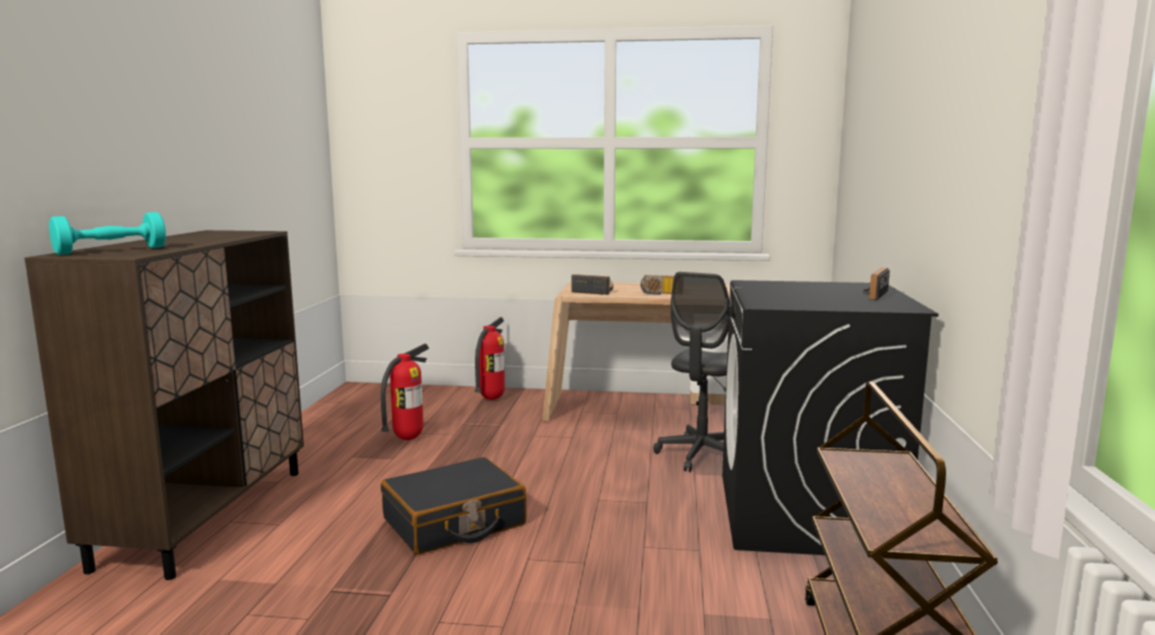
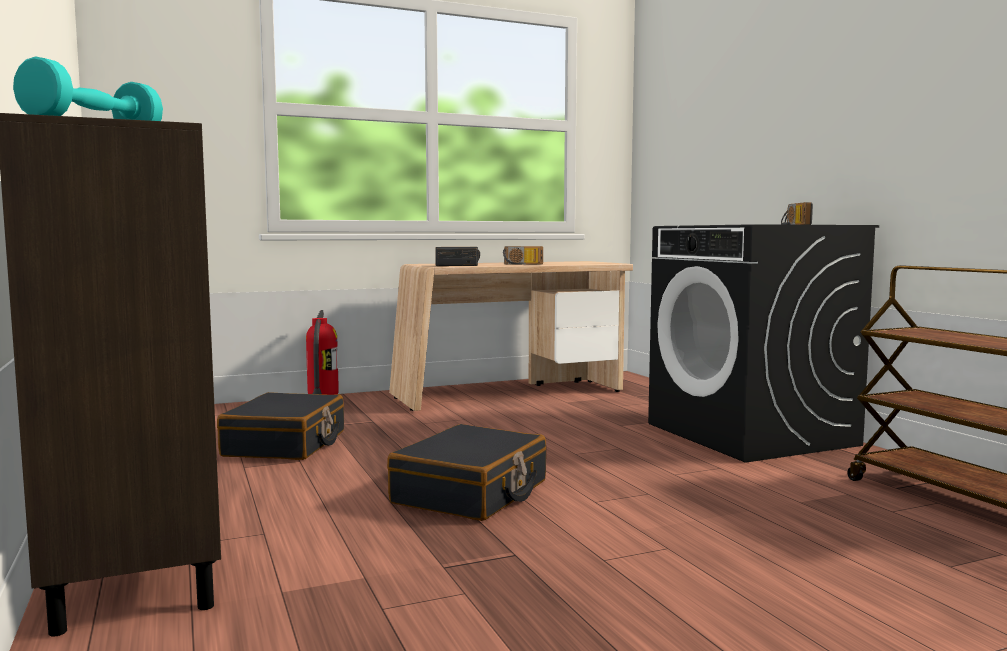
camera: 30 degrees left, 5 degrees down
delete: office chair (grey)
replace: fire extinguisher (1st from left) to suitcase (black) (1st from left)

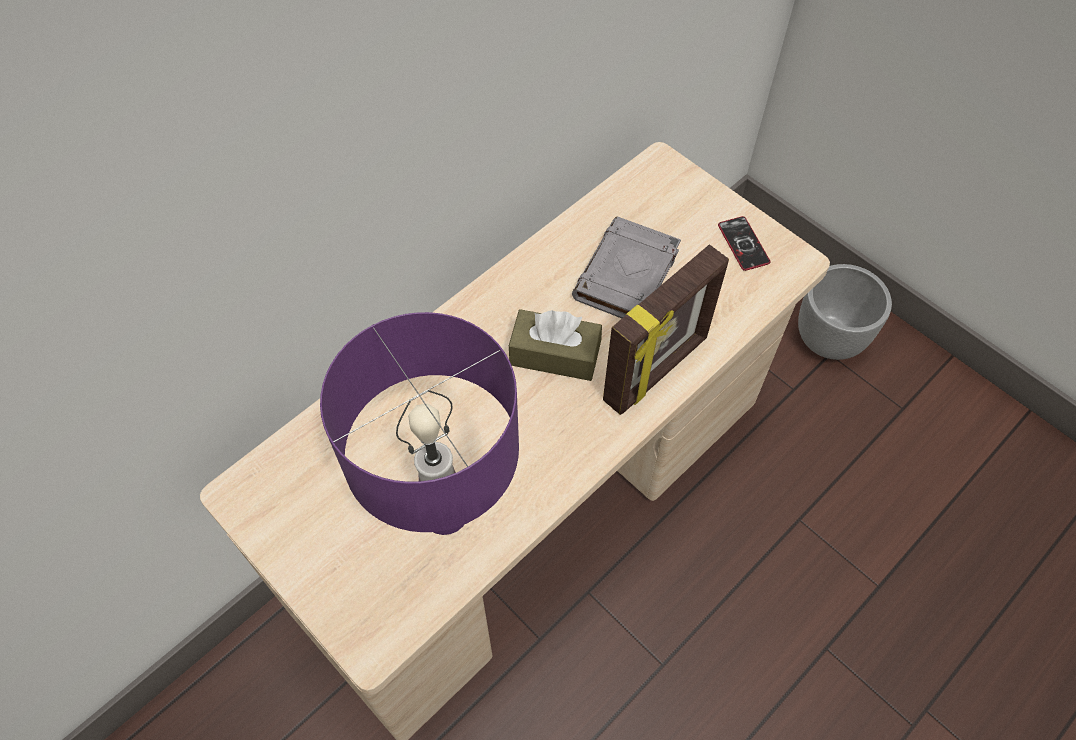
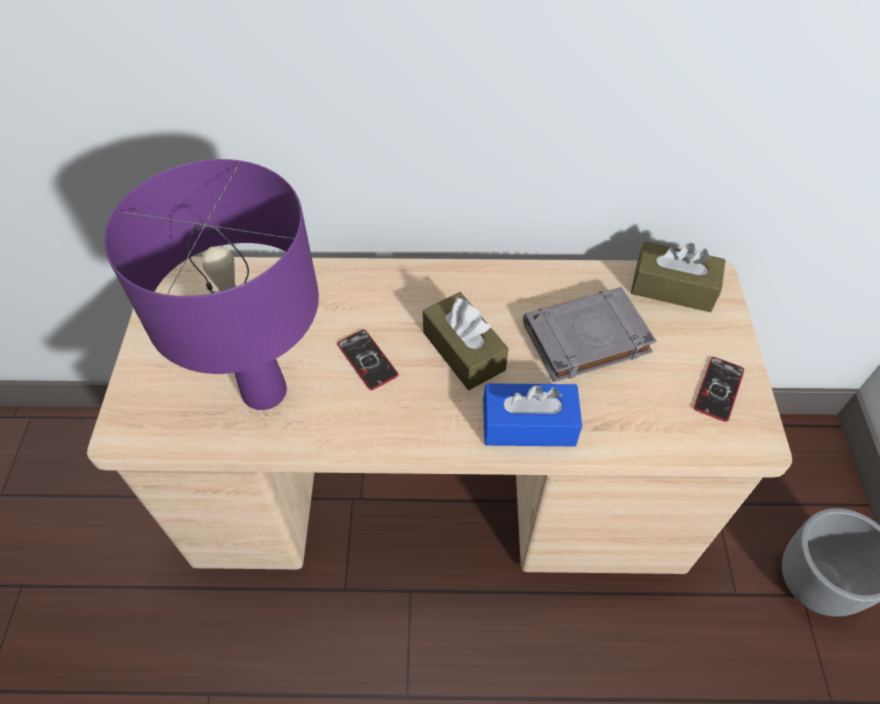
camera: 45 degrees right, 5 degrees down
insert: phone (1st from left); tissue box (brown) (2nd from left)
replace: picture frame to tissue box (blue)

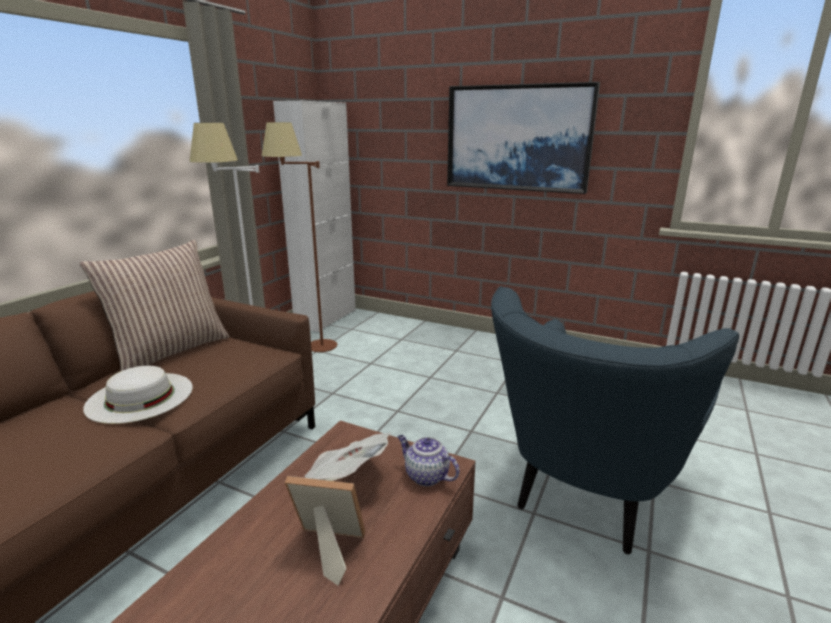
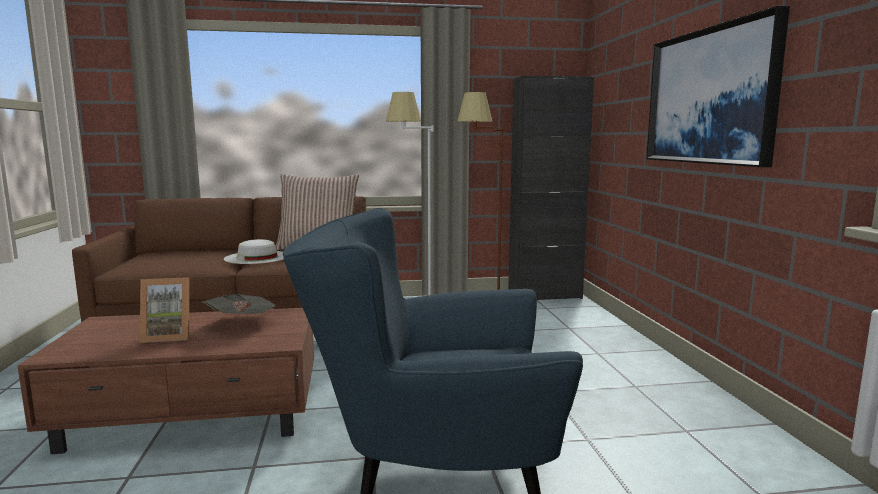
camera: 55 degrees right, 10 degrees down
delete: teapot
recolor: cabinet (white) to cabinet (black)
rotate: picture frame 105 degrees clockwise

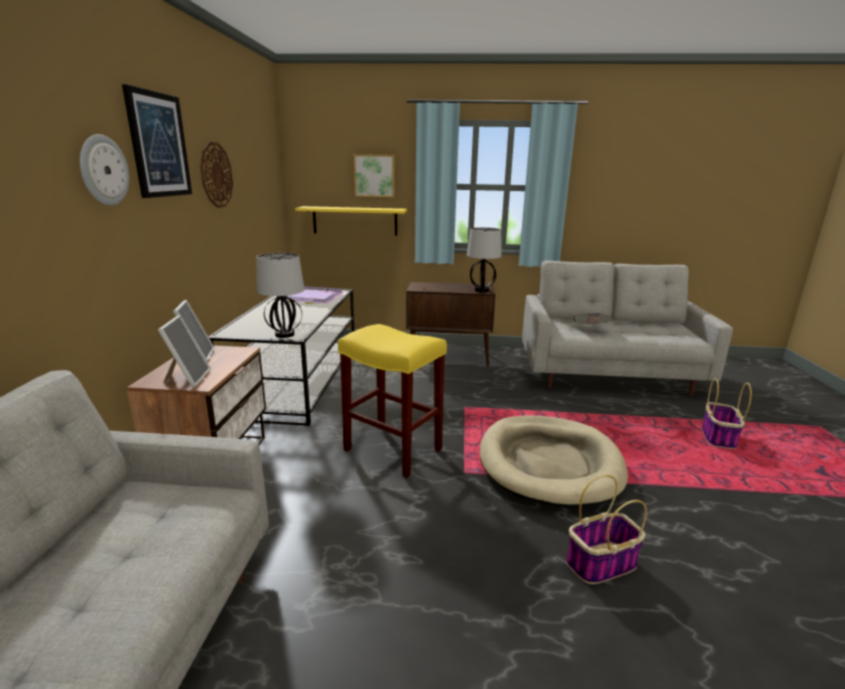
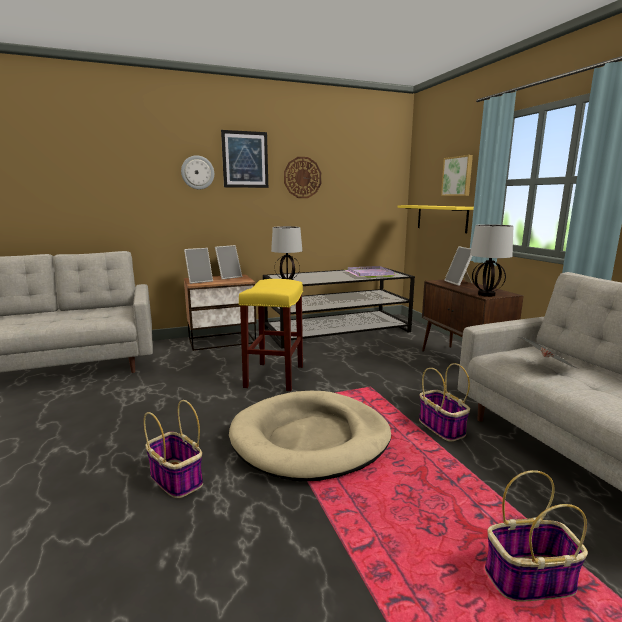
camera: 65 degrees right, 5 degrees down
insert: basket (2nd from left); picture frame (3rd from left)

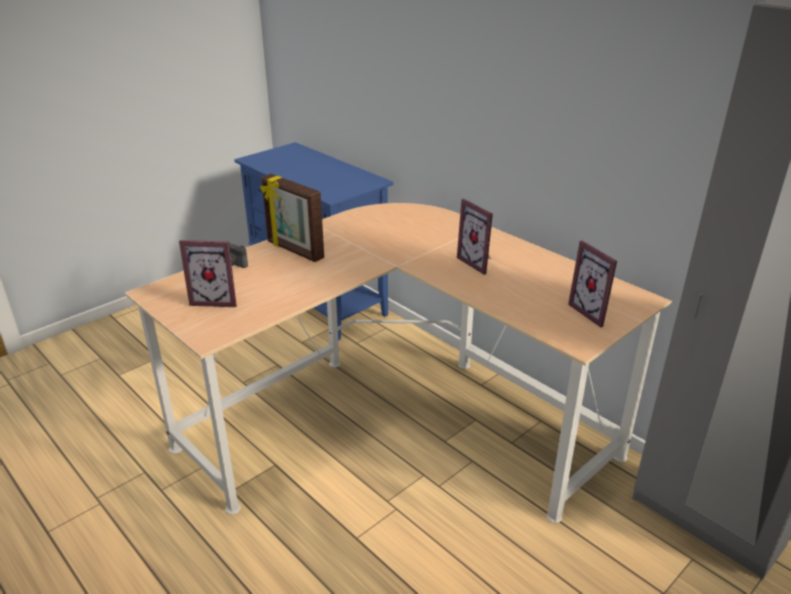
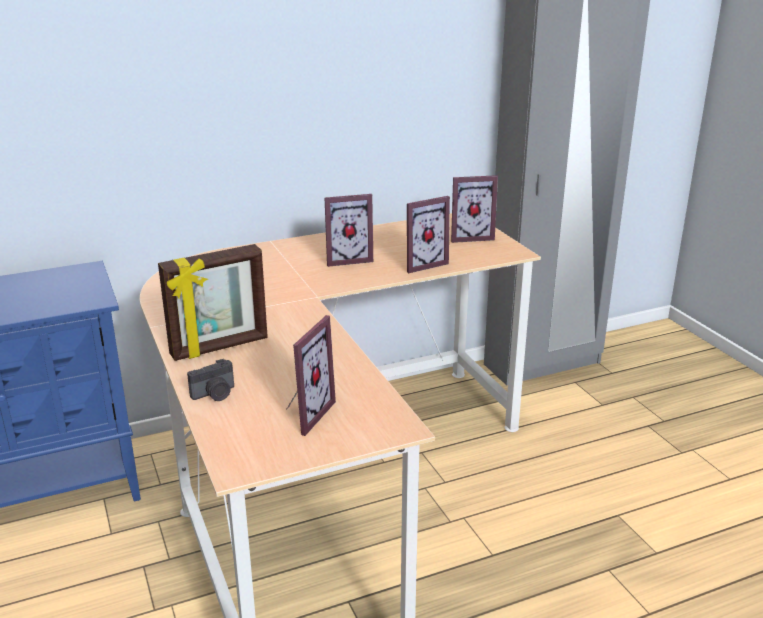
camera: 70 degrees left, 5 degrees down
insert: picture frame (4th from left)

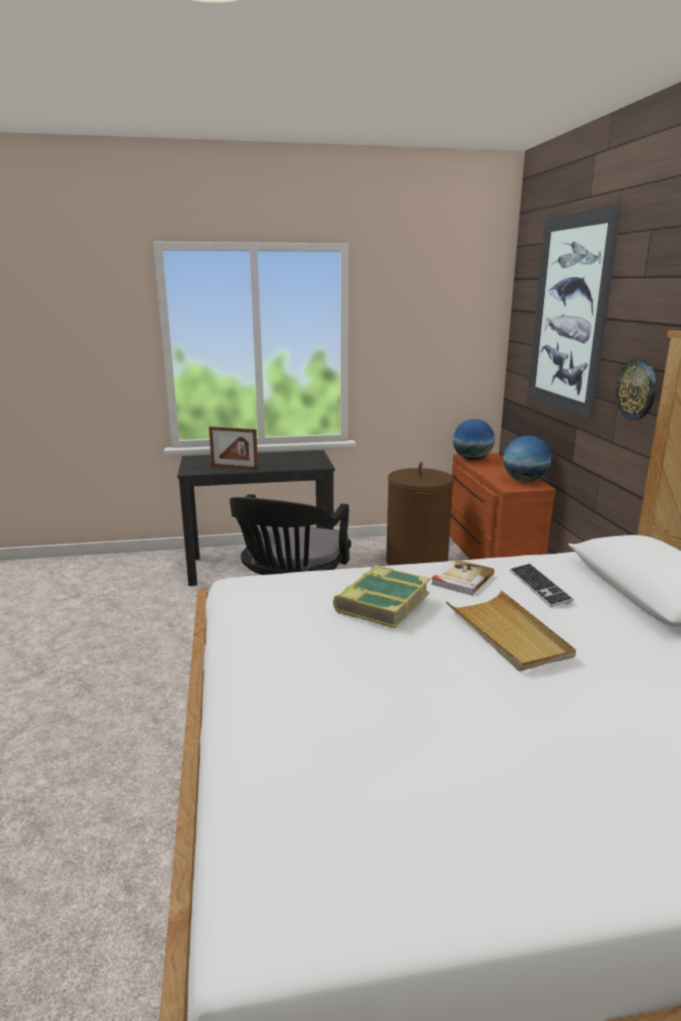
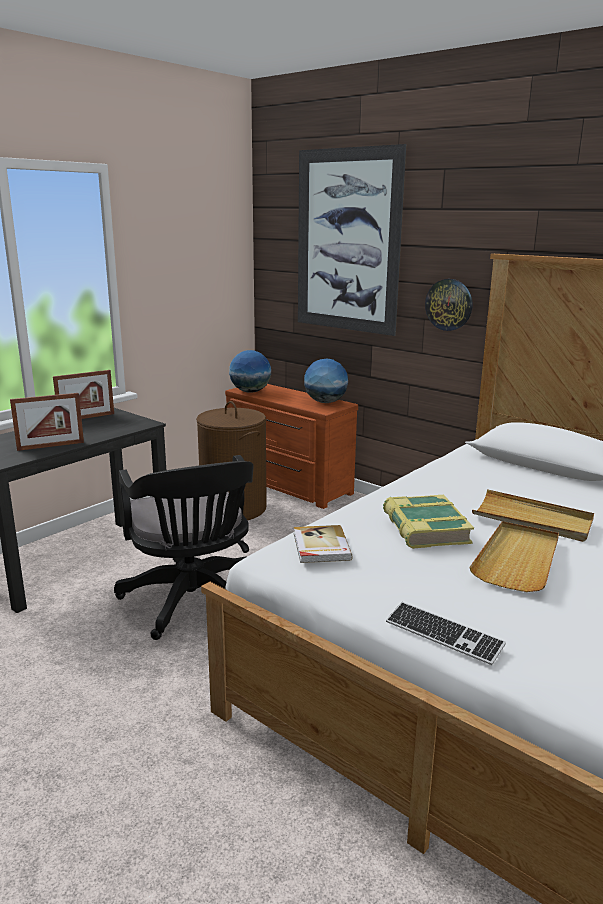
camera: 40 degrees left, 0 degrees up
insert: picture frame (2nd from left); tray (beige) (1st from left)
move: book (2nd from left in the first image) to book (1st from left); keyboard

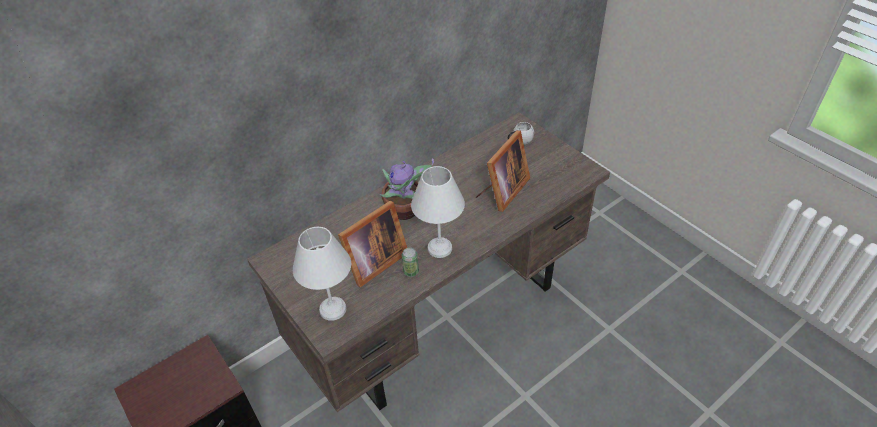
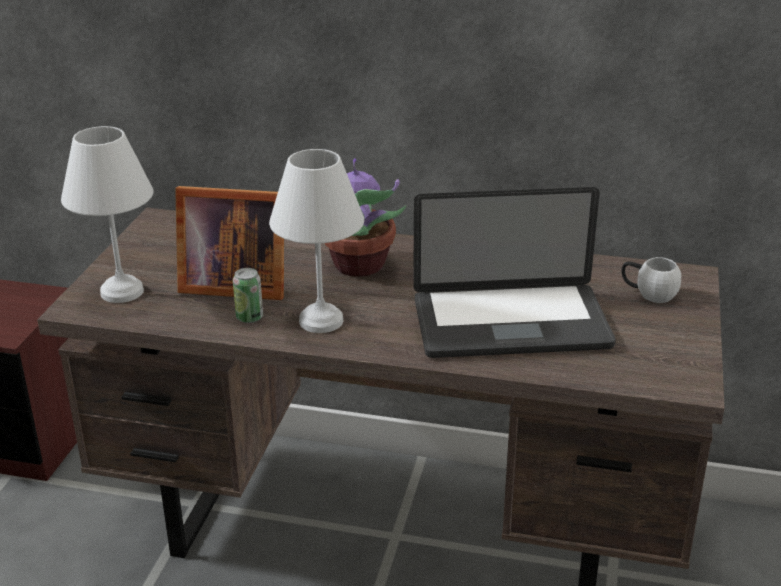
camera: 50 degrees right, 15 degrees down
replace: picture frame (2nd from left) to laptop

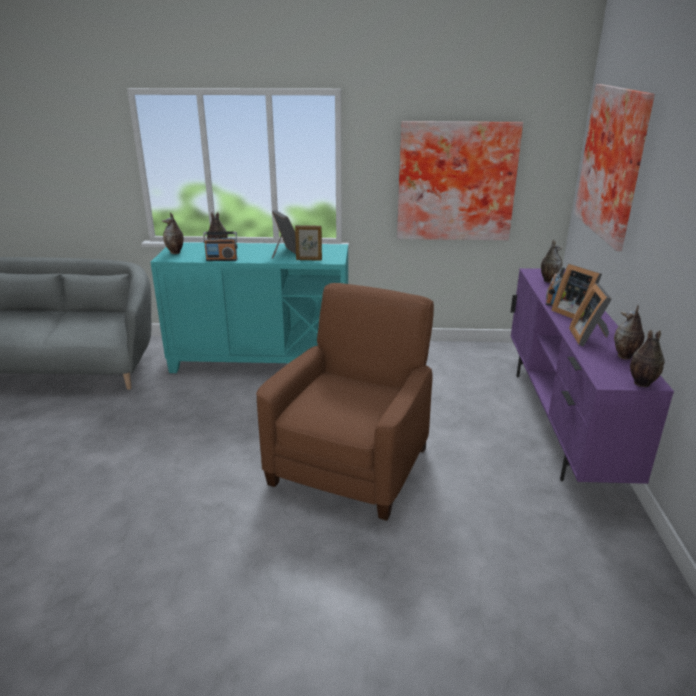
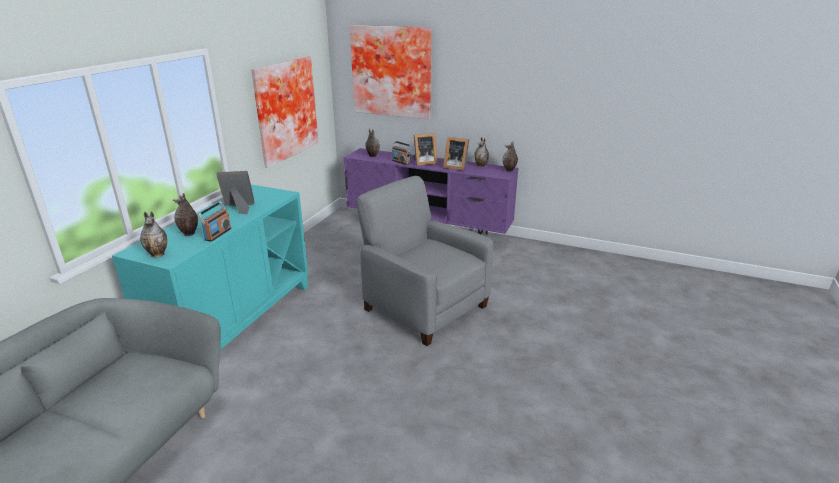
camera: 70 degrees left, 0 degrees up
delete: picture frame (2nd from left)
recolor: armchair (brown) to armchair (grey)

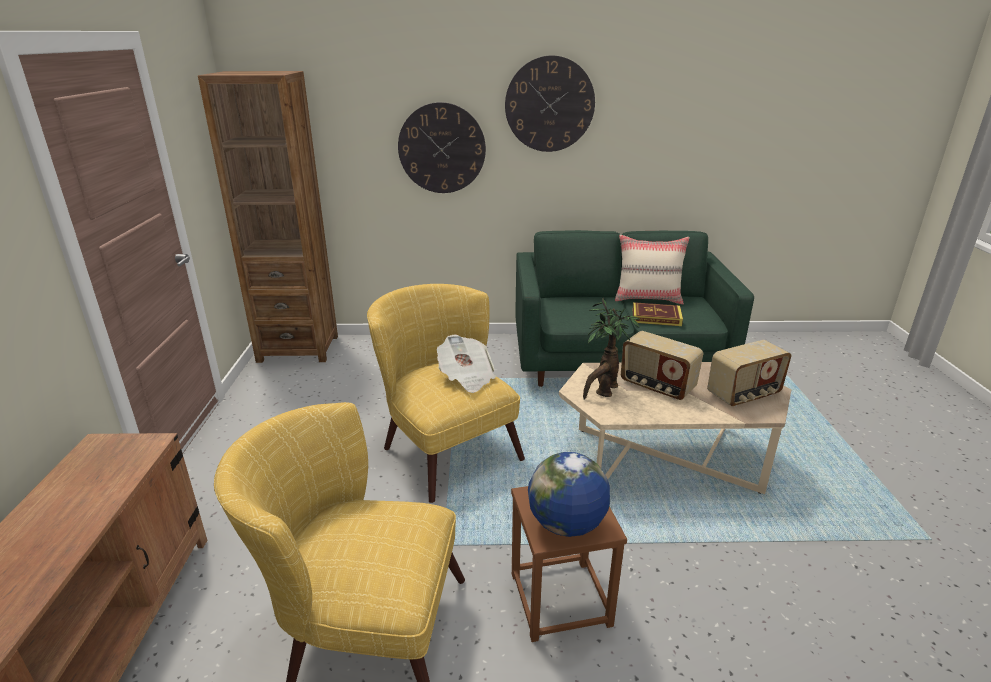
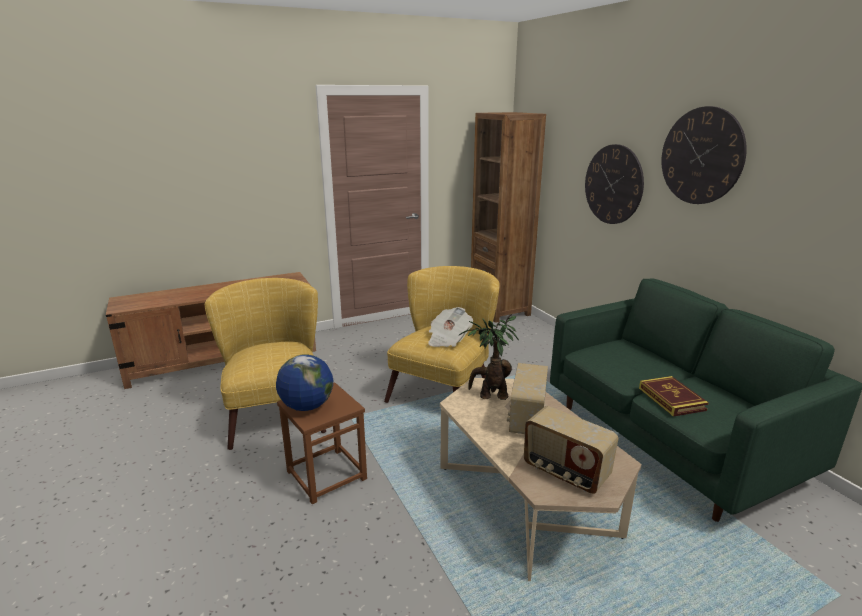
camera: 65 degrees right, 5 degrees down
delete: pillow (beige)

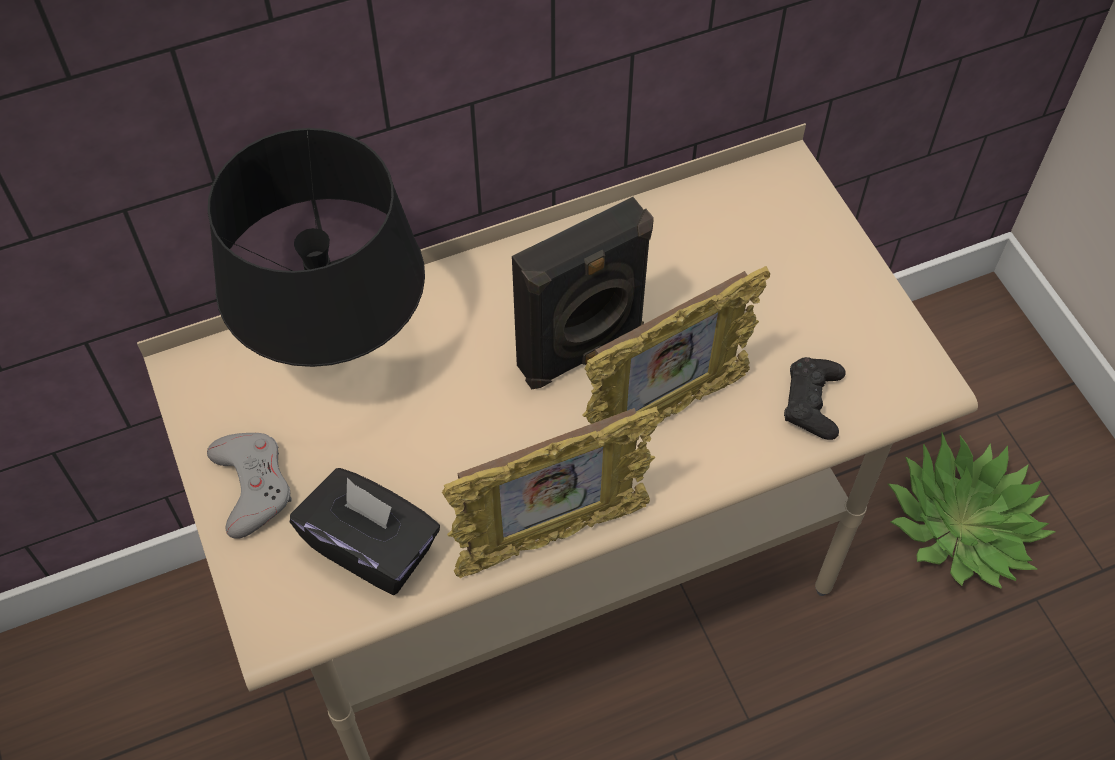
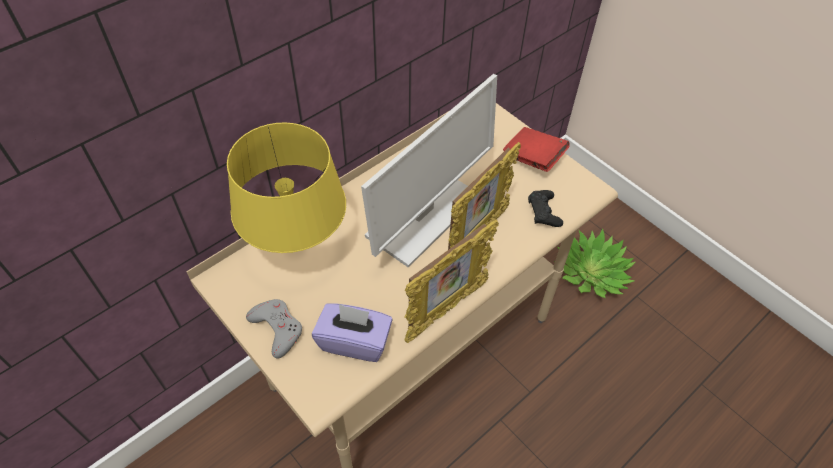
camera: 20 degrees left, 5 degrees down
insert: book (red)
replace: speaker (black) to monitor
recolor: table lamp (black) to table lamp (yellow); tissue box (black) to tissue box (purple)

